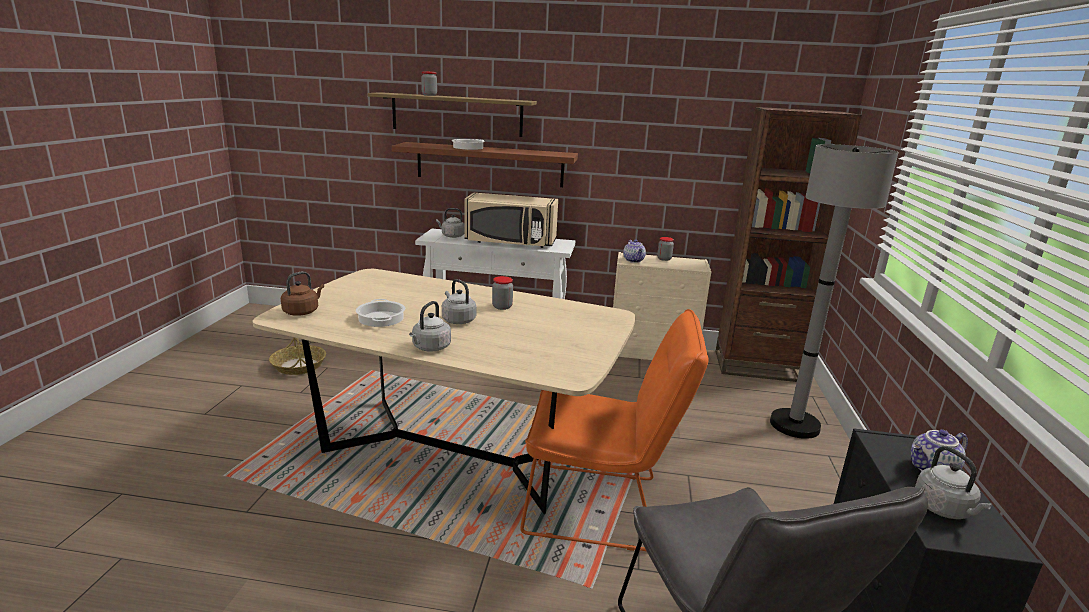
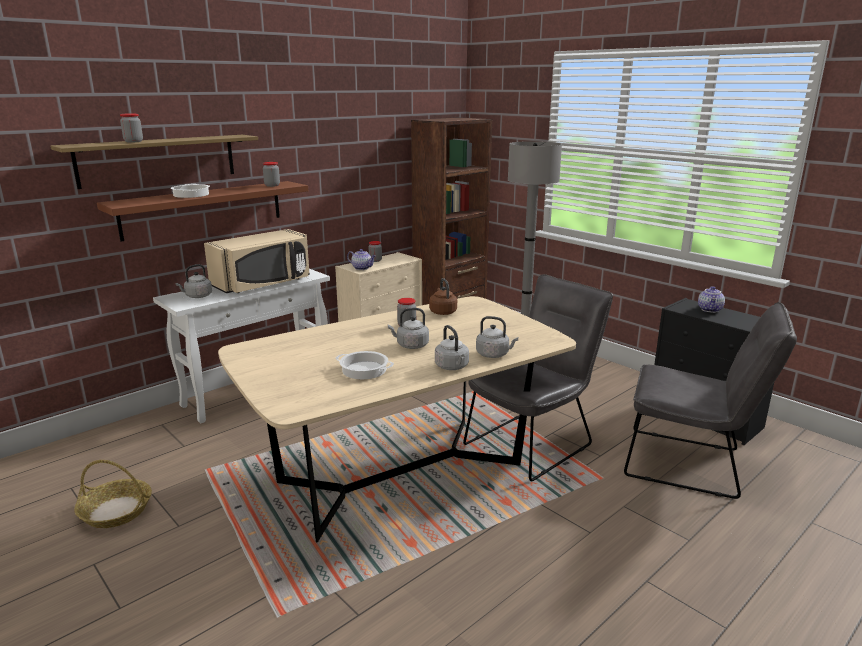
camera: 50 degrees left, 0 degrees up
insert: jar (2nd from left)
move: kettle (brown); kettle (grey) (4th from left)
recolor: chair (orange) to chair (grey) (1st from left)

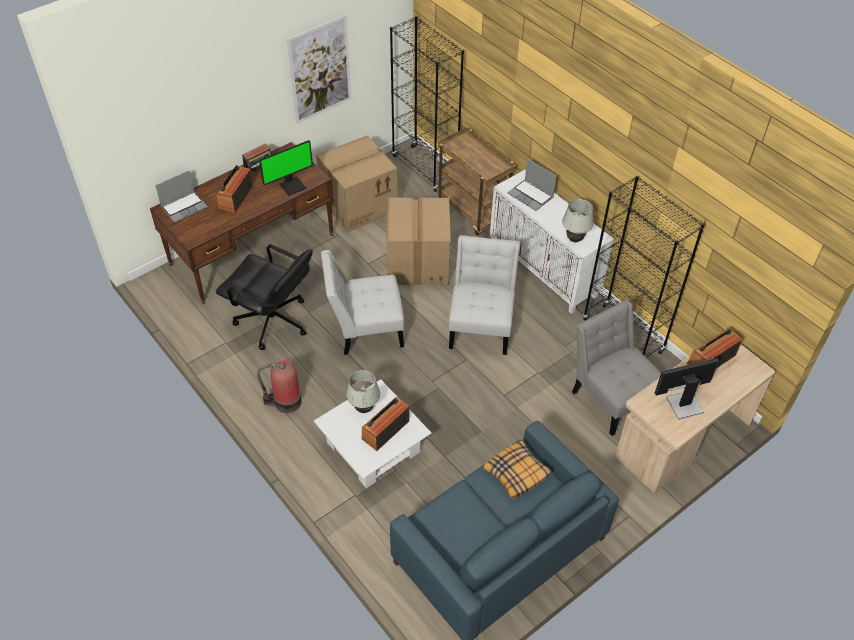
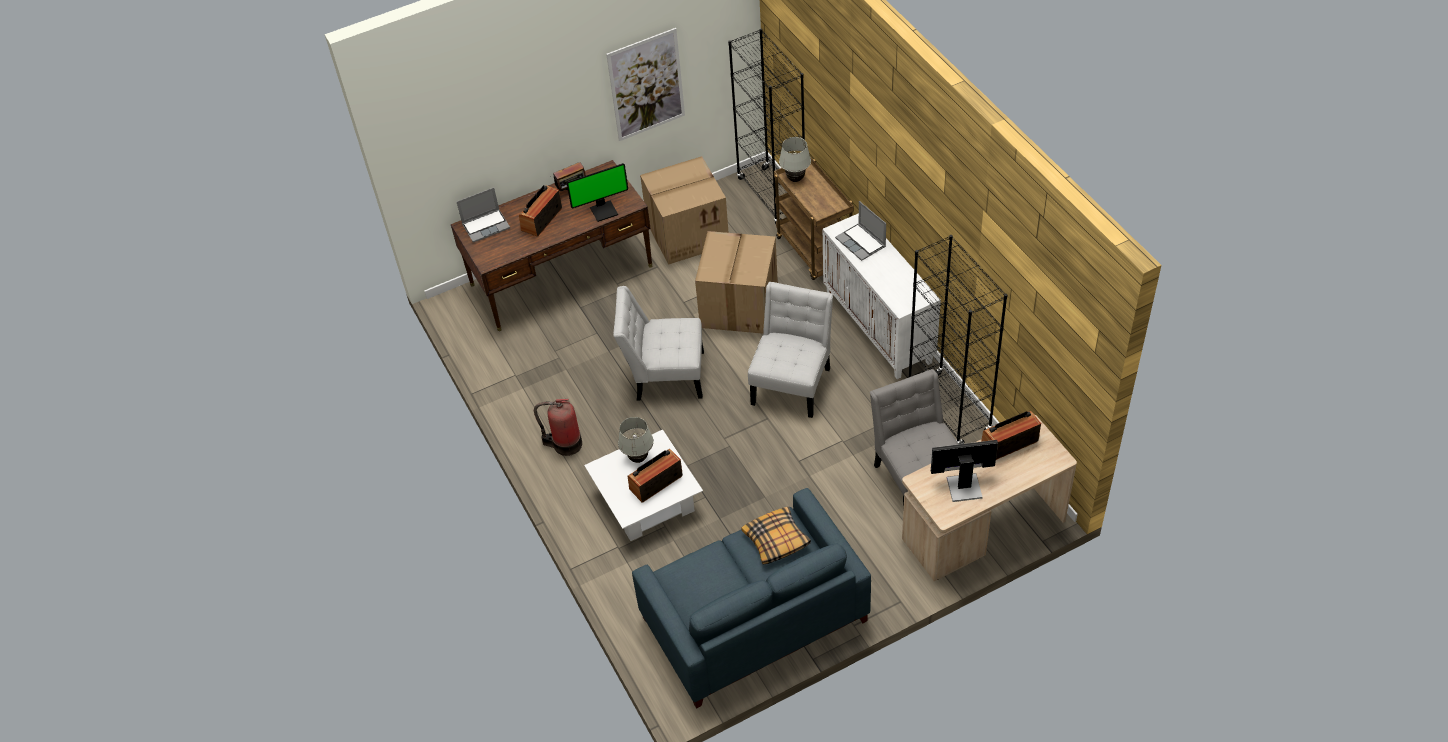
camera: 15 degrees right, 0 degrees up
delete: office chair (black)
move: table lamp (white) (2nd from left)

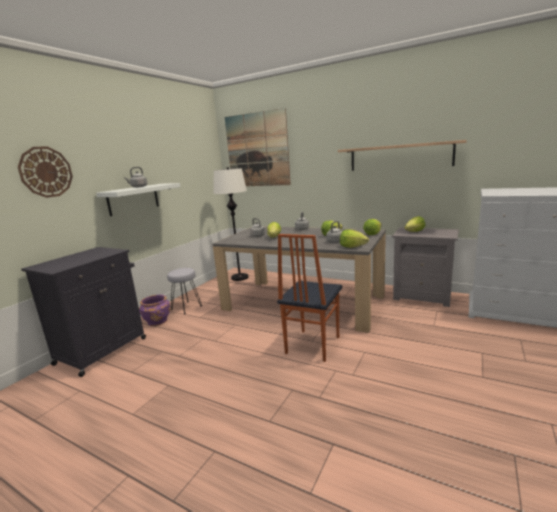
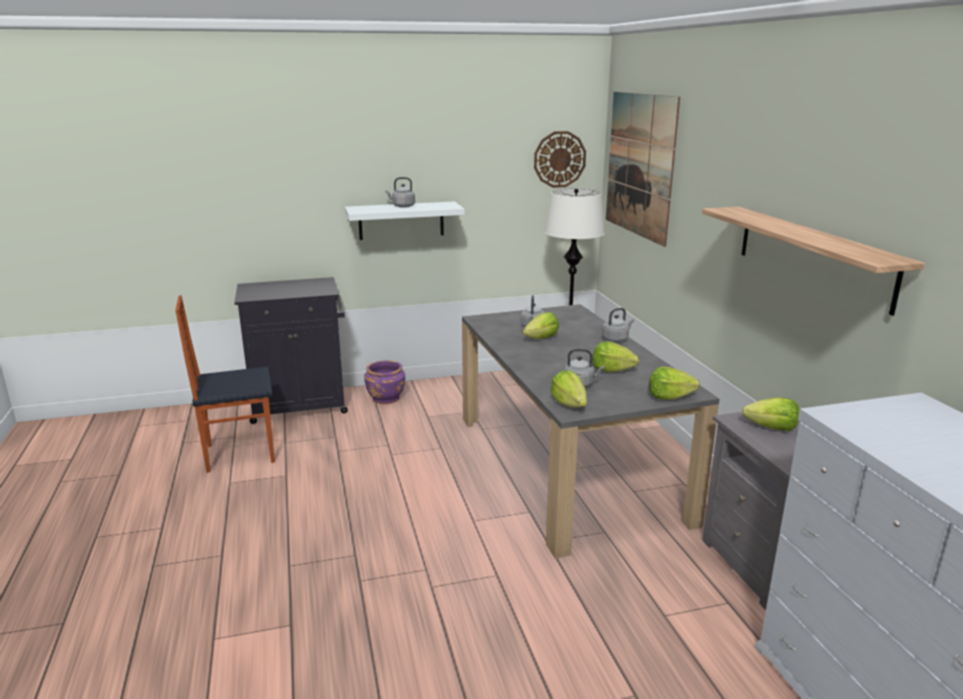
camera: 45 degrees right, 5 degrees up
delete: stool (grey)
move: chair; wall clock

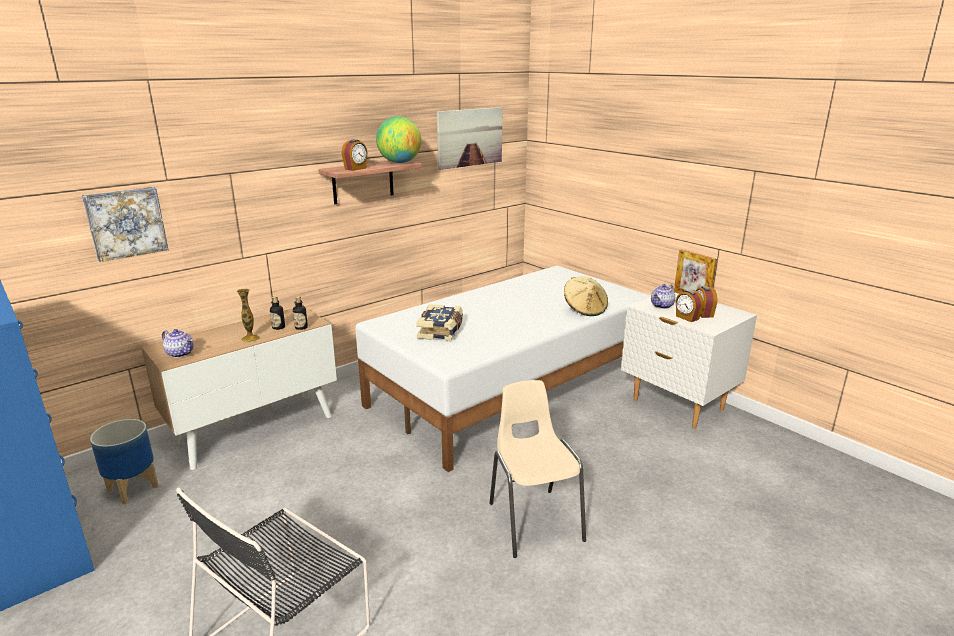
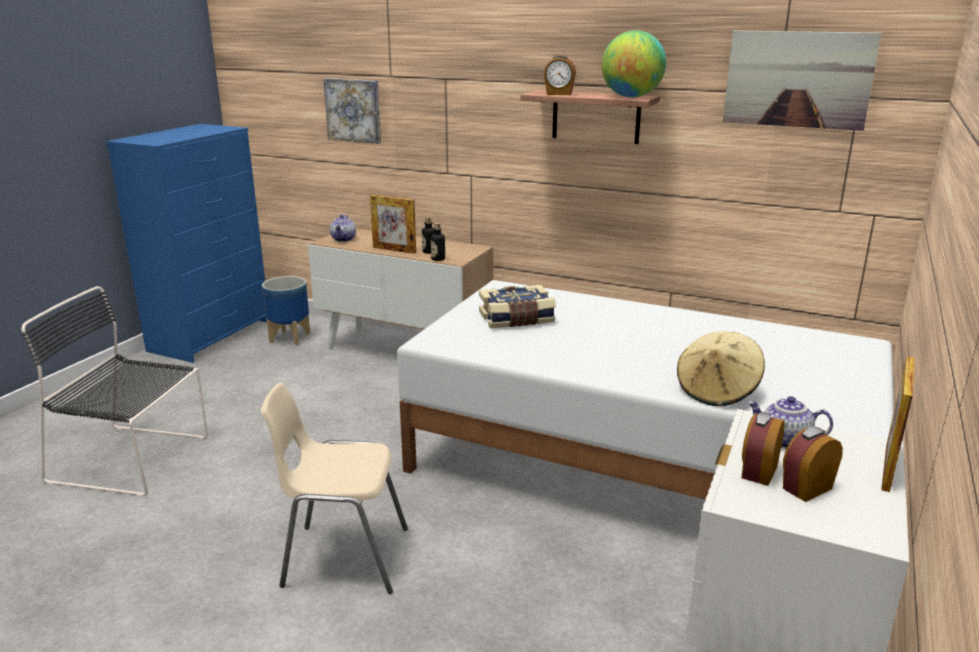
camera: 65 degrees right, 0 degrees up
replace: vase to picture frame (1st from left)
rotate: chair (beige) 135 degrees counterclockwise

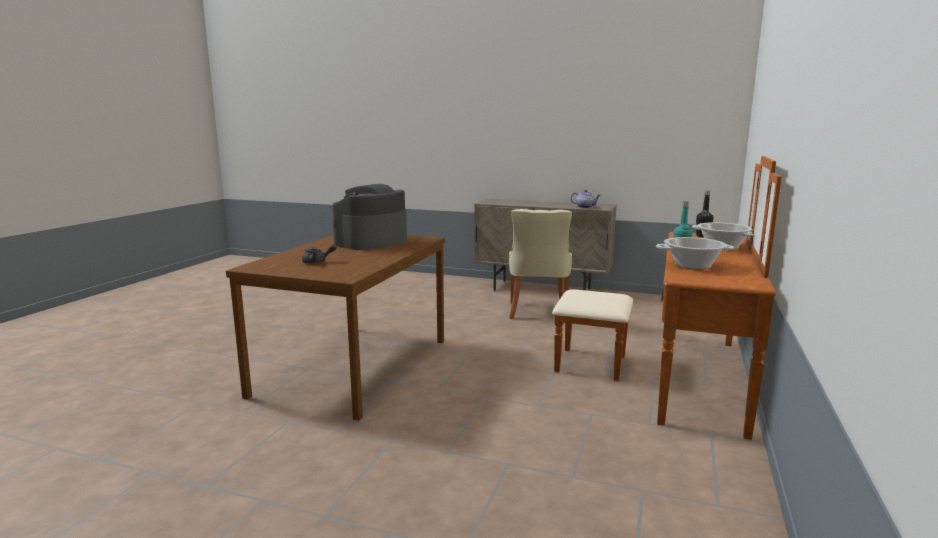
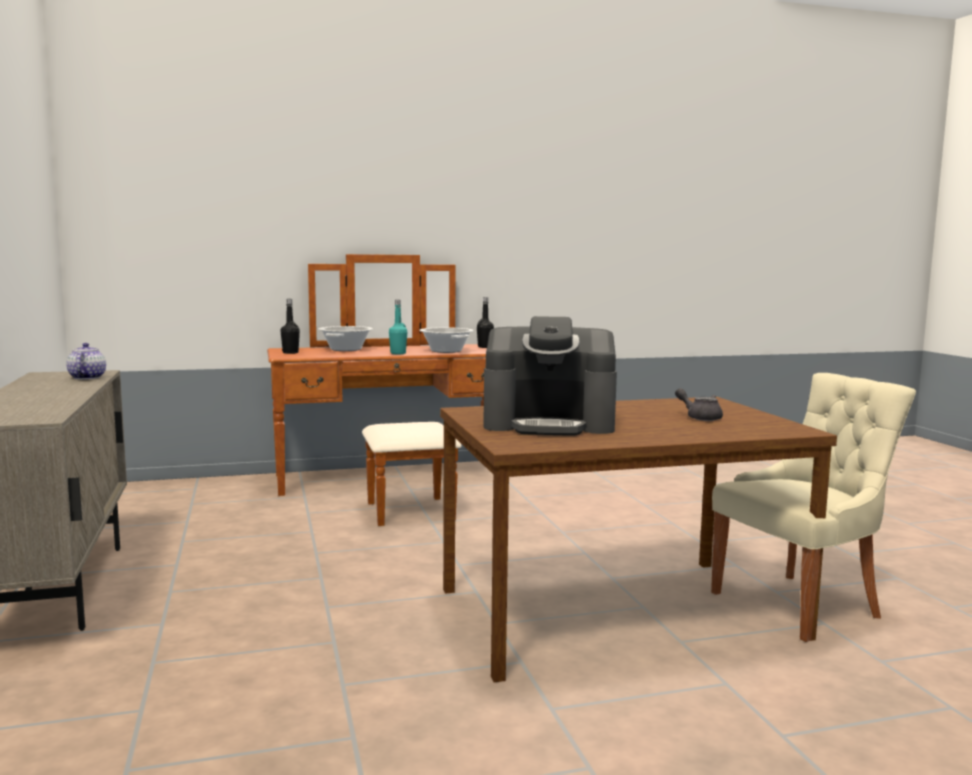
camera: 125 degrees left, 5 degrees down
insert: bottle (black) (2nd from left)
move: chair (beige)

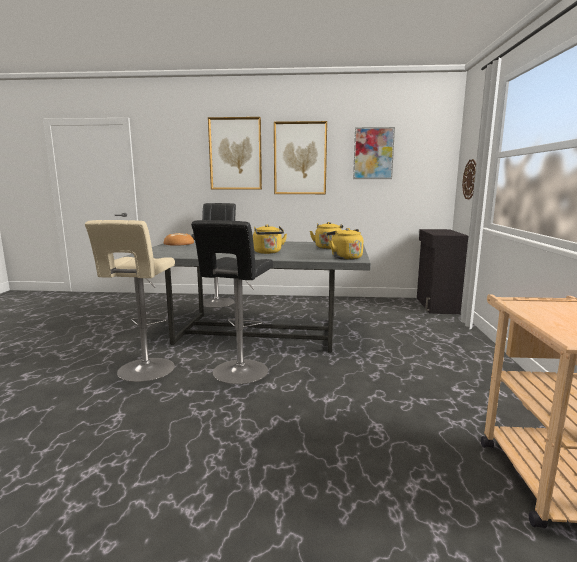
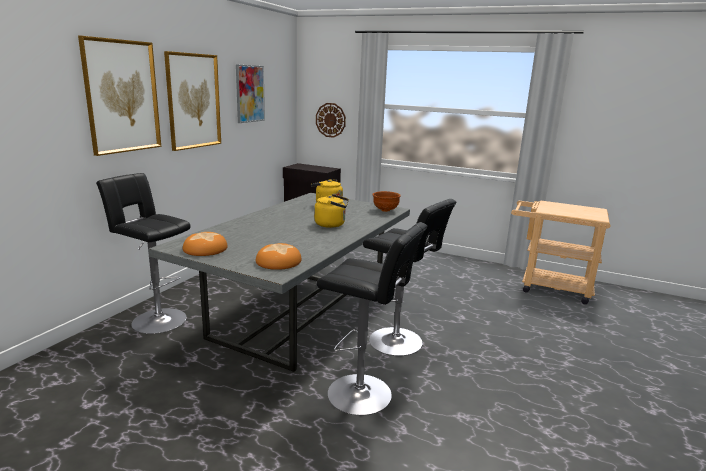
camera: 70 degrees left, 5 degrees up
insert: bread (2nd from left)
replace: kettle (yellow) (3rd from left) to bowl (brown)
recolor: stool (beige) to stool (black) (2nd from left)

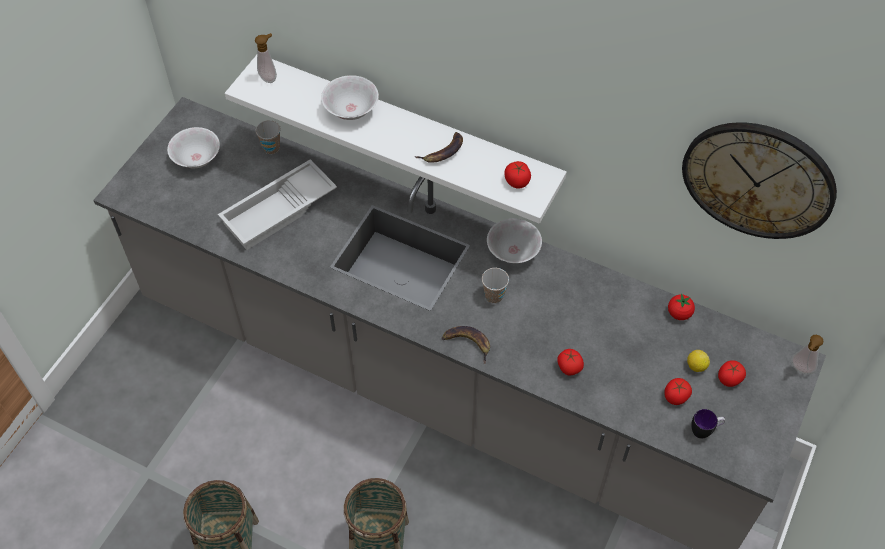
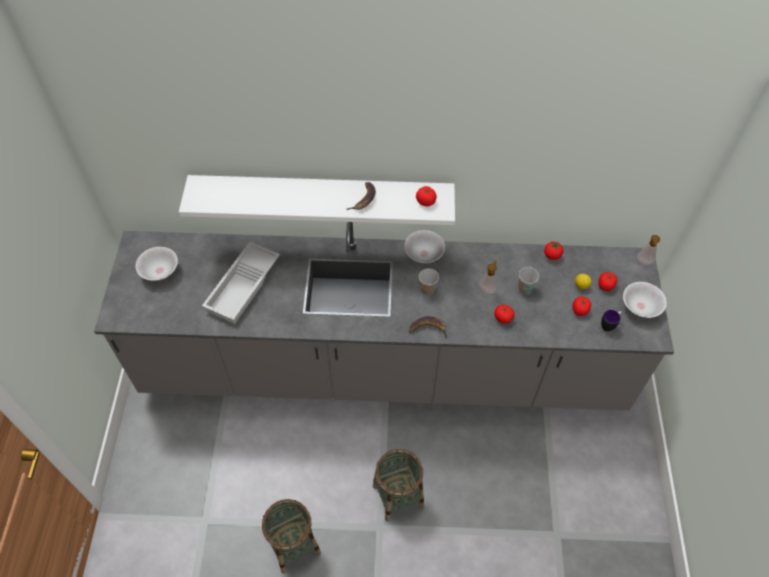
camera: 25 degrees left, 0 degrees up
delete: wall clock
move: soap dispenser (1st from left); cup (1st from left in the first image) to cup (2nd from left); bowl (white) (2nd from left in the first image) to bowl (white) (3rd from left)

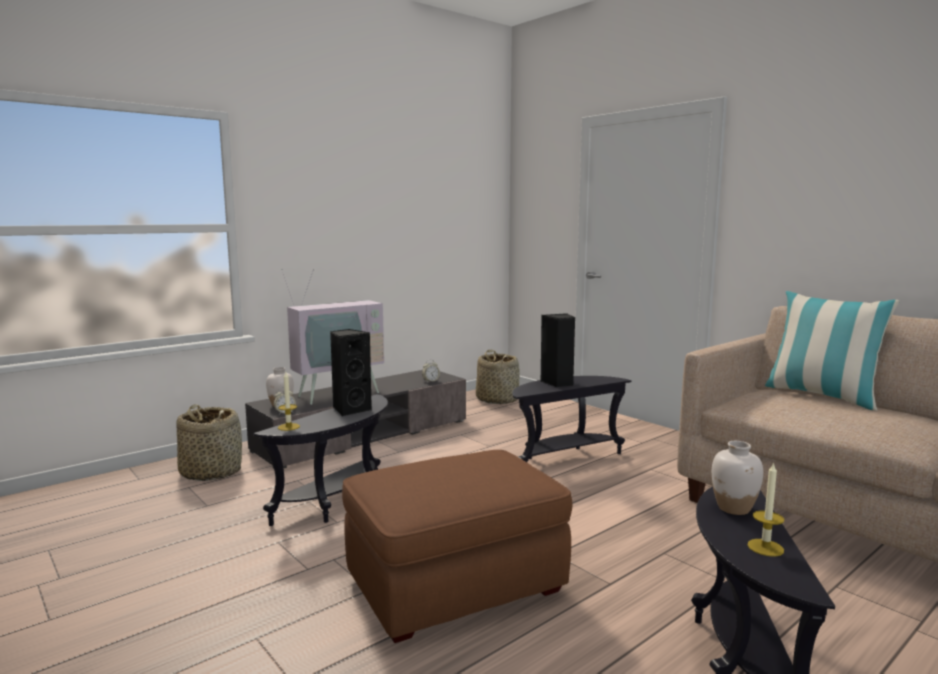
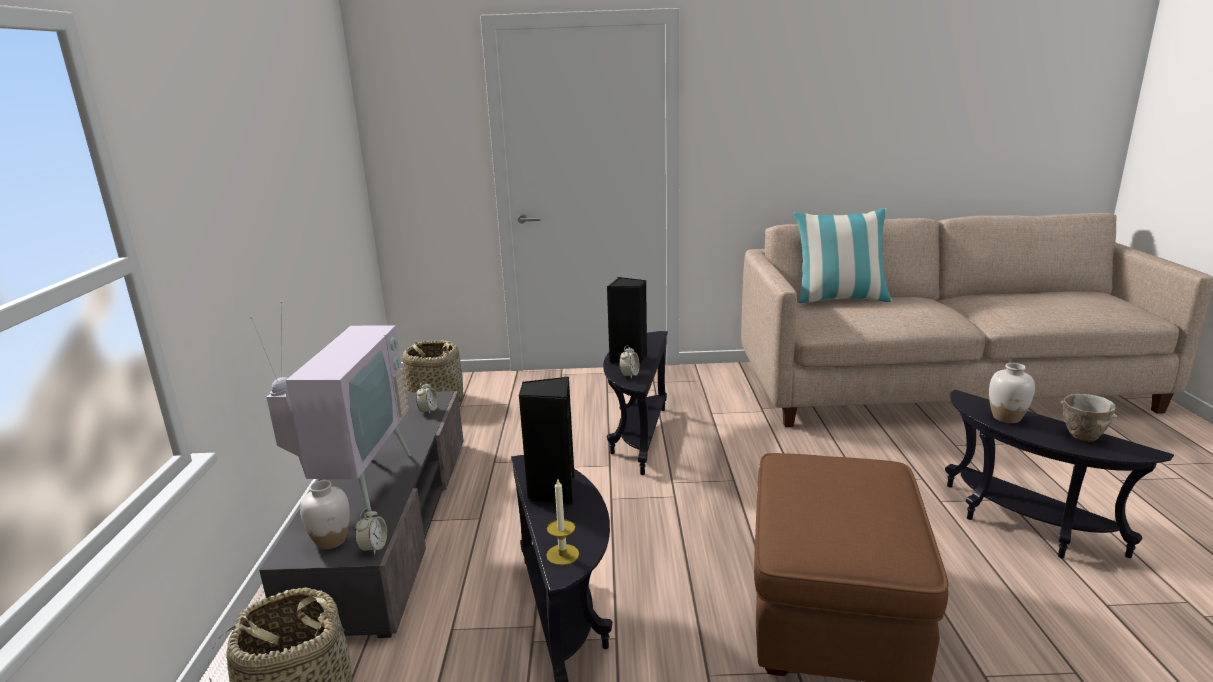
camera: 50 degrees left, 10 degrees up
insert: alarm clock (3rd from left)
replace: candle (2nd from left) to bowl

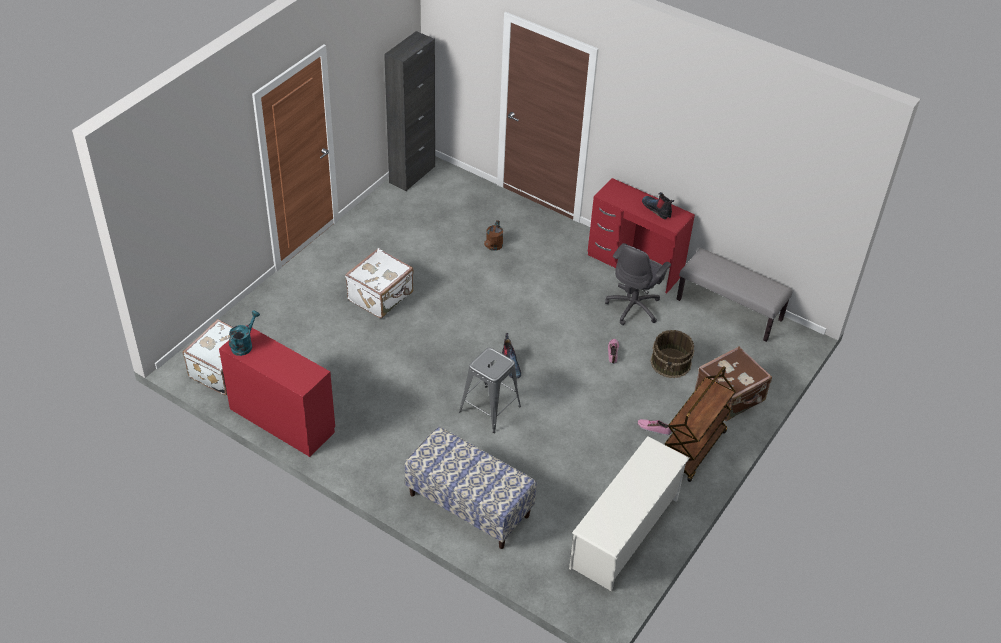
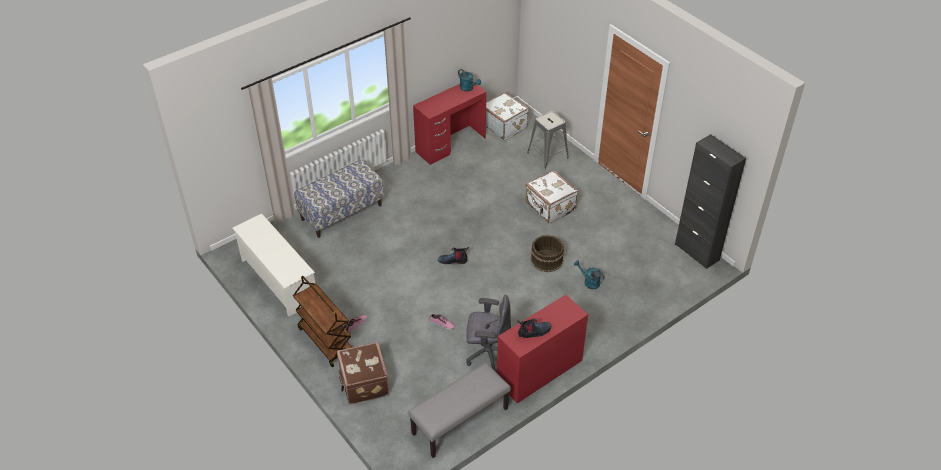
camera: 110 degrees right, 0 degrees up
move: stool (grey); bucket (brown)
recolor: watering can (brown) to watering can (turquoise) (2nd from left)
rotate: office chair (grey) 135 degrees clockwise

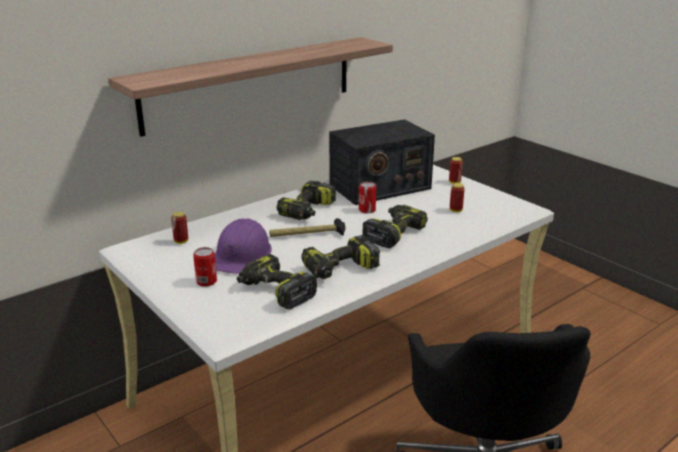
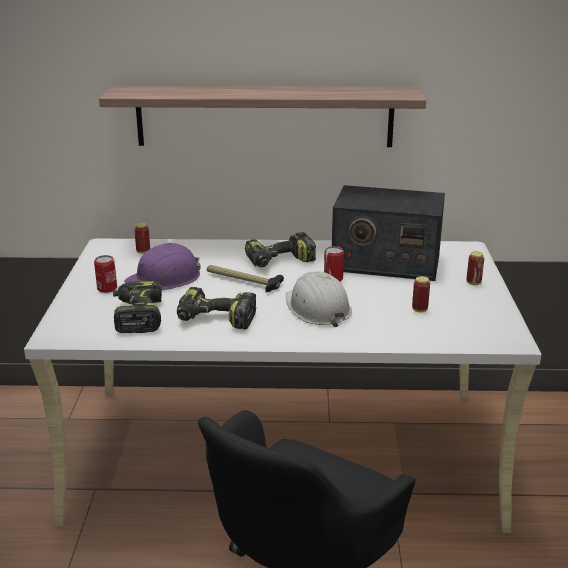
camera: 40 degrees right, 0 degrees up
replace: power drill (4th from left) to hard hat (white)

